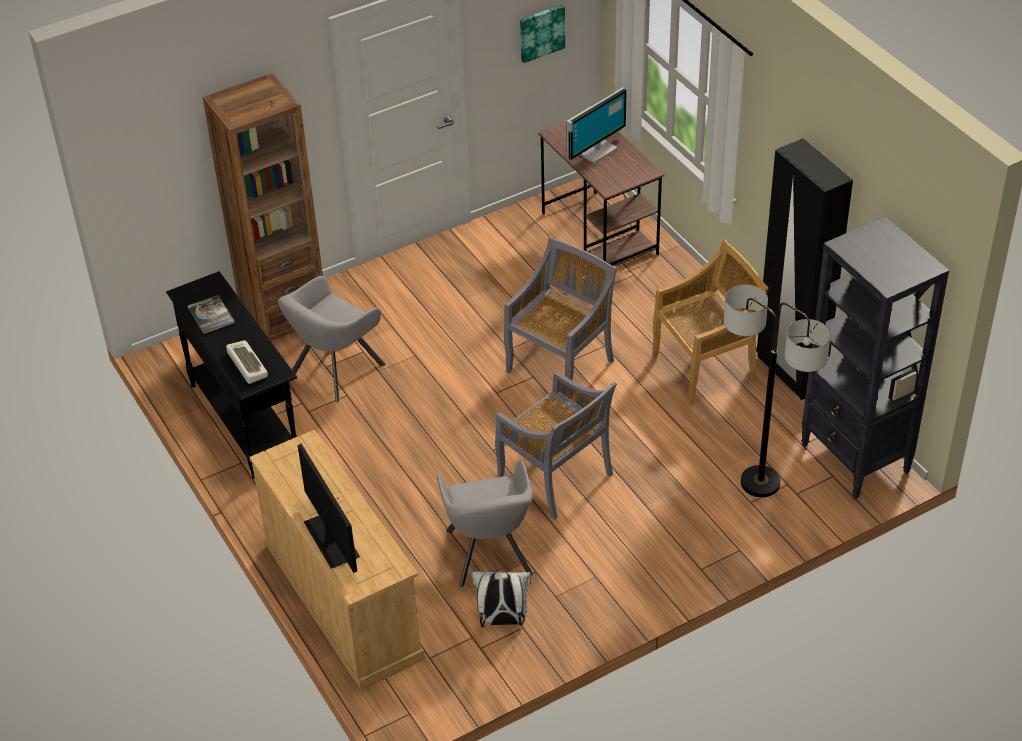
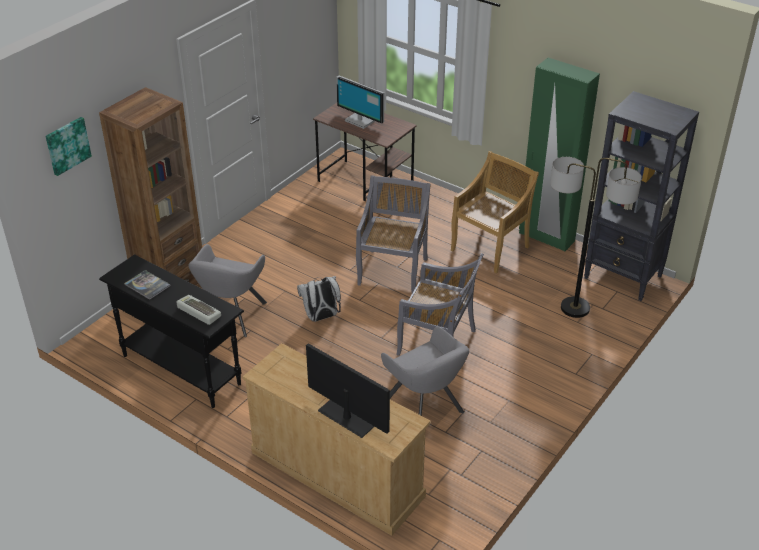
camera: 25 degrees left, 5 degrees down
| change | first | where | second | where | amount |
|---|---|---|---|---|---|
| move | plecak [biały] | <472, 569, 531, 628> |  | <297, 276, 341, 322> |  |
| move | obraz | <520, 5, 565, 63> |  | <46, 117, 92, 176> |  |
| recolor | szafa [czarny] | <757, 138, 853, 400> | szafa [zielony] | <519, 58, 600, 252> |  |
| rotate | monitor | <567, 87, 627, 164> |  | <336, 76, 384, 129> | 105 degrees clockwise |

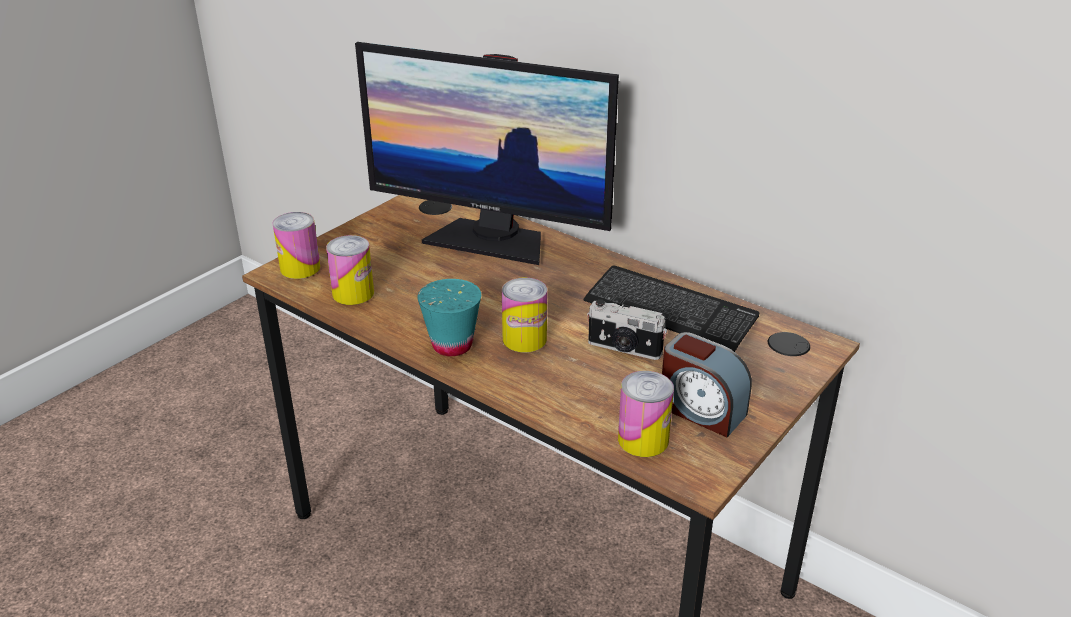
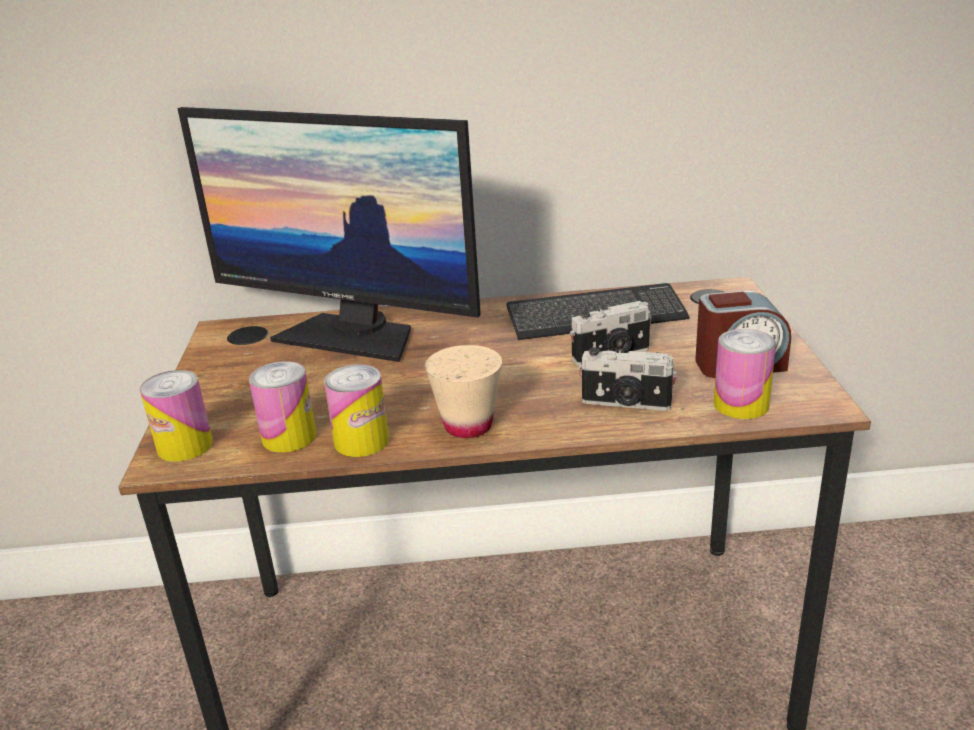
camera: 40 degrees left, 5 degrees down
| change | first | where | second | where | amount |
|---|---|---|---|---|---|
| insert |  |  | aparat fotograficzny | <579, 347, 677, 411> |  |
| move | puszka | <502, 278, 547, 352> |  | <324, 364, 389, 457> |  |
| recolor | filiżanka [turkusowy] | <417, 279, 481, 356> | filiżanka [beżowy] | <425, 345, 502, 438> |  |
| rotate | monitor | <355, 42, 619, 265> |  | <177, 107, 480, 362> | 45 degrees clockwise |

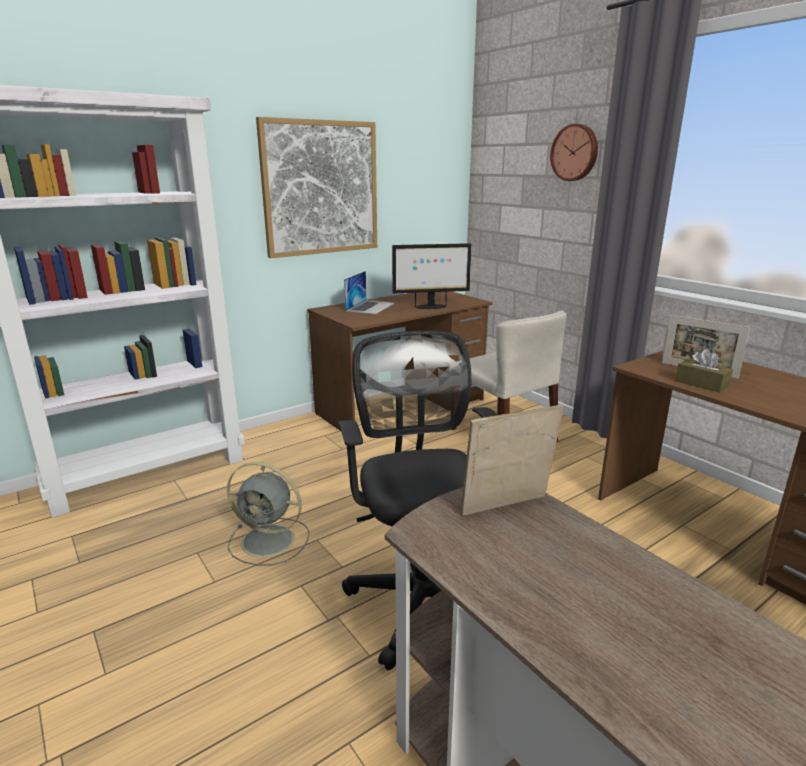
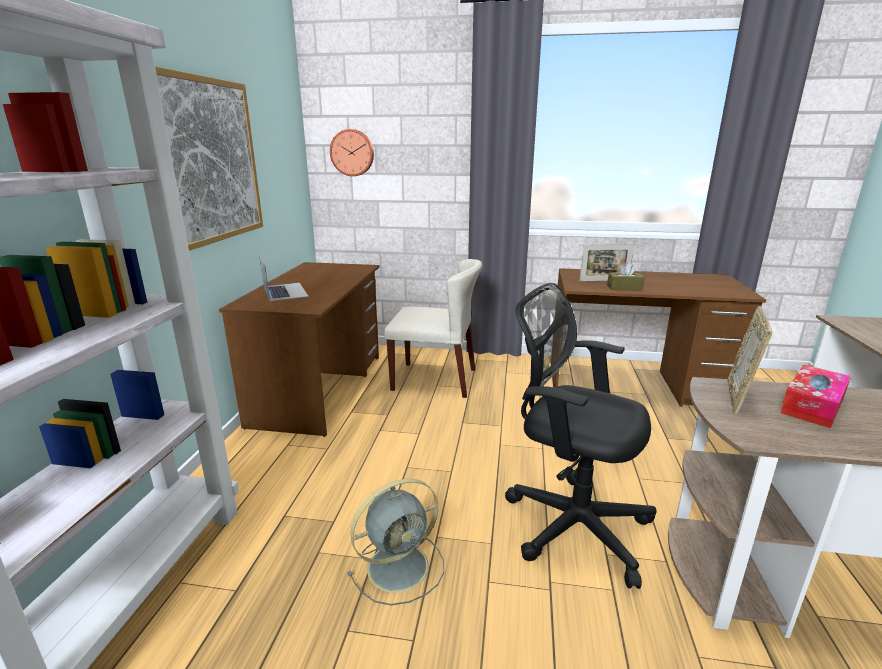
camera: 45 degrees left, 0 degrees up
| change | first | where | second | where | amount |
|---|---|---|---|---|---|
| delete | monitor | <392, 243, 472, 309> |  |  |  |
| insert |  |  | pudełko chusteczek | <780, 365, 851, 428> |  |
| move | zegar ścienny | <550, 124, 598, 181> |  | <330, 129, 374, 176> |  |

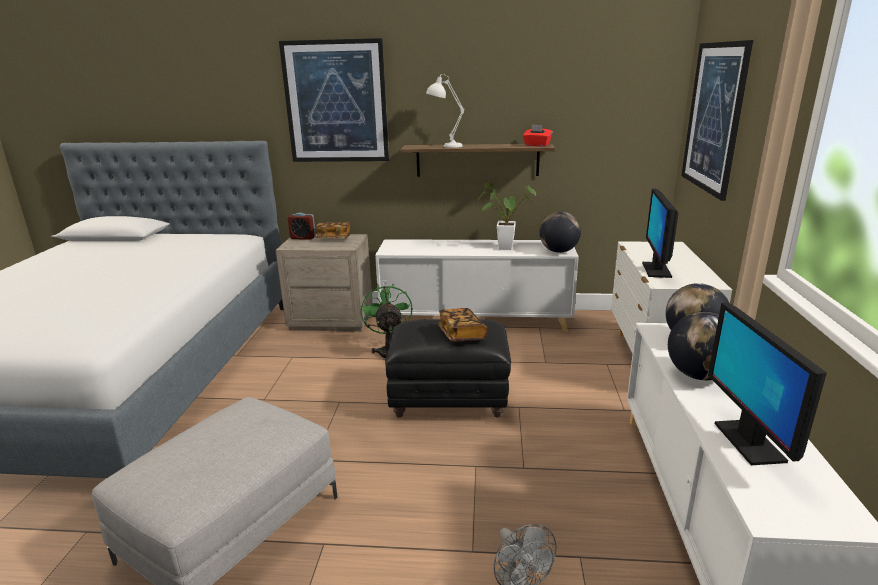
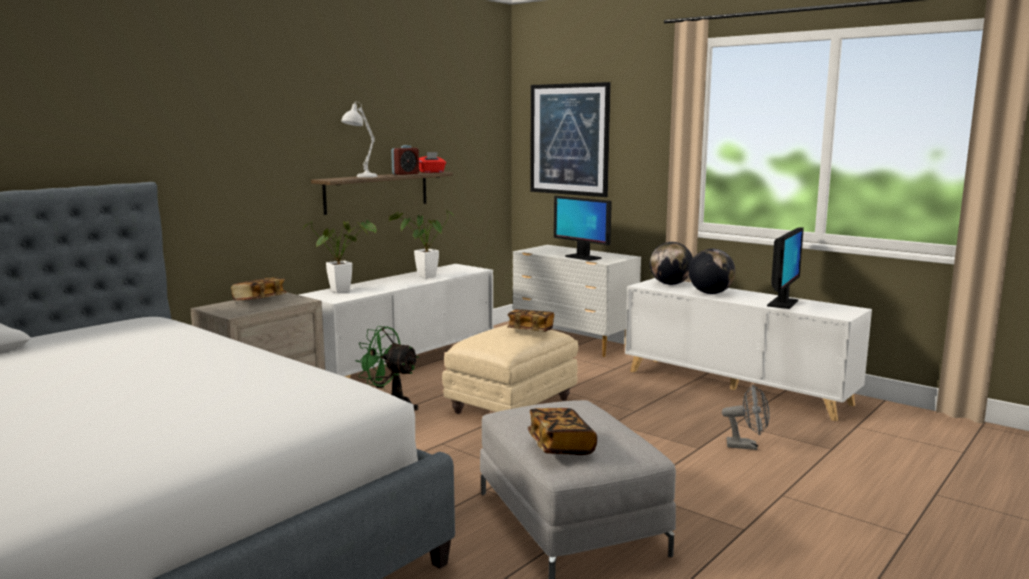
camera: 55 degrees left, 10 degrees down
| change | first | where | second | where | amount |
|---|---|---|---|---|---|
| delete | obraz | <279, 38, 389, 162> |  |  |  |
| delete | globus | <539, 211, 581, 253> |  |  |  |
| insert |  |  | roślina doniczkowa | <302, 220, 377, 293> |  |
| insert |  |  | książka | <528, 408, 597, 455> |  |
| move | budzik | <288, 213, 316, 240> |  | <391, 145, 419, 175> |  |
| recolor | pufa [czarny] | <385, 319, 511, 418> | pufa [beżowy] | <442, 324, 578, 414> |  |
| rotate | monitor | <708, 303, 827, 465> |  | <767, 227, 804, 309> | 90 degrees counterclockwise |

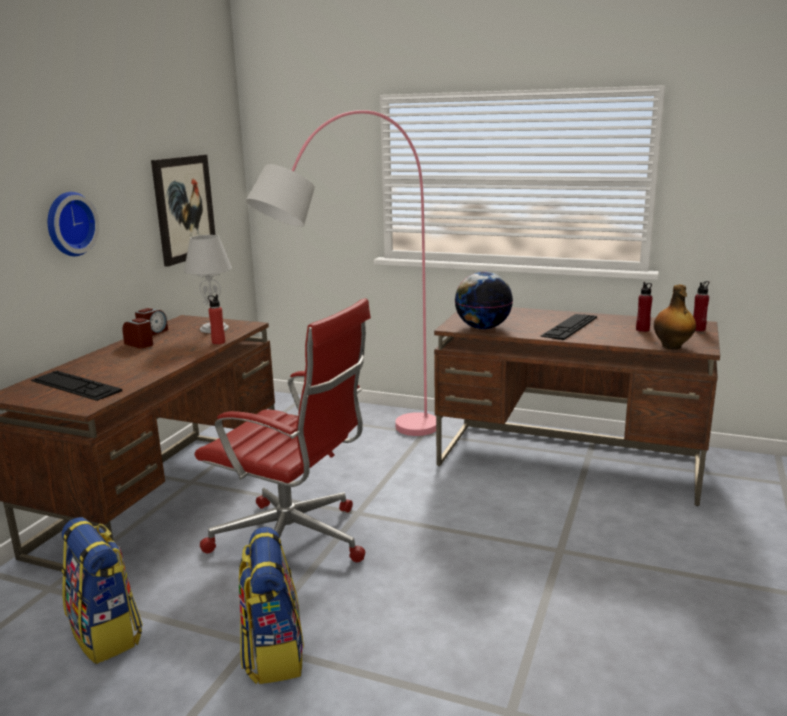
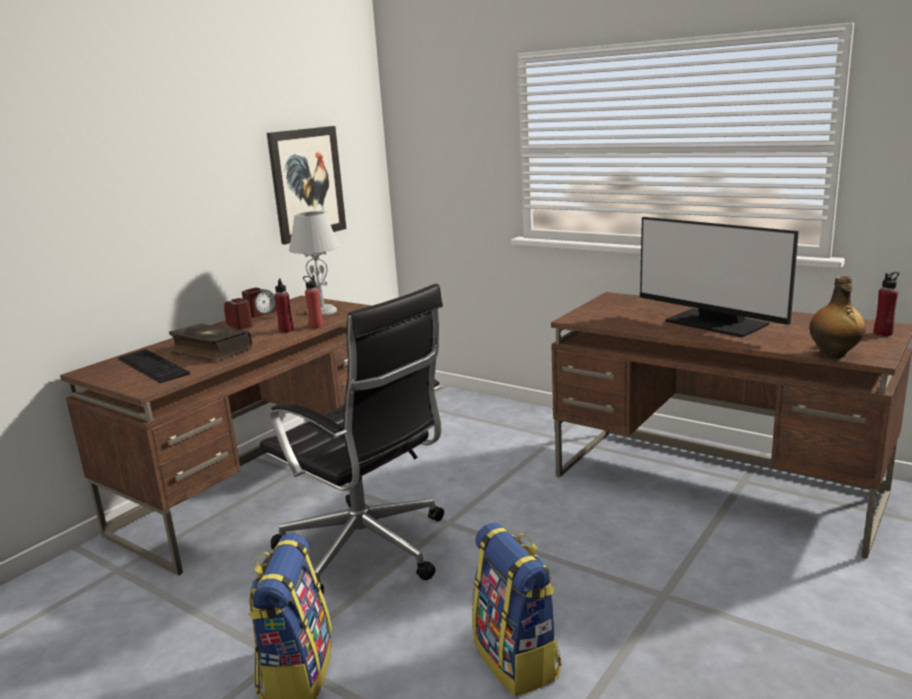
camera: 15 degrees right, 0 degrees up
| change | first | where | second | where | amount |
|---|---|---|---|---|---|
| delete | zegar ścienny | <48, 192, 99, 256> |  |  |  |
| delete | lampa stojąca [różowy] | <246, 110, 436, 436> |  |  |  |
| delete | globus | <455, 272, 513, 329> |  |  |  |
| insert |  |  | książka | <169, 323, 252, 361> |  |
| move | plecak | <61, 517, 143, 664> |  | <472, 523, 562, 696> |  |
| move | butelka [czerwony] | <636, 282, 653, 332> |  | <274, 278, 294, 333> |  |
| replace | klawiatura | <540, 314, 597, 340> | monitor | <640, 217, 799, 338> |  |
| recolor | krzesło biurowe [czerwony] | <195, 298, 371, 562> | krzesło biurowe [czarny] | <260, 284, 444, 595> |  |

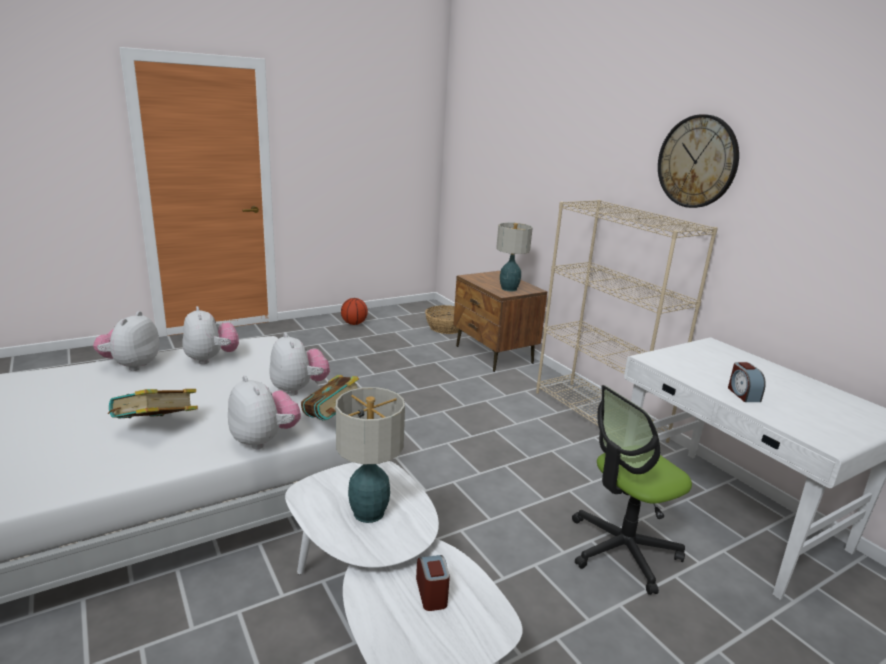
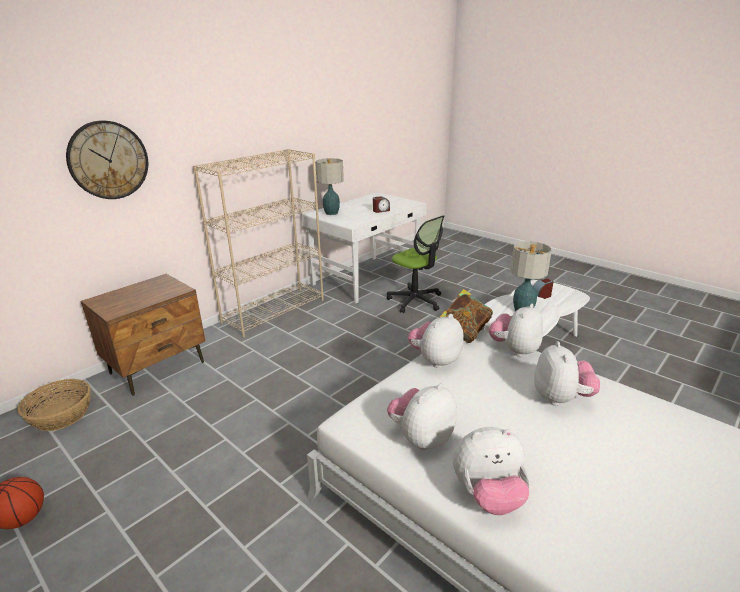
camera: 105 degrees left, 5 degrees up
| change | first | where | second | where | amount |
|---|---|---|---|---|---|
| move | lampa stołowa | <496, 222, 533, 291> |  | <315, 158, 344, 215> |  |
| move | zegar ścienny | <658, 114, 739, 208> |  | <66, 120, 148, 199> |  |
| replace | książka | <108, 389, 198, 418> | pluszak | <534, 341, 600, 406> |  |

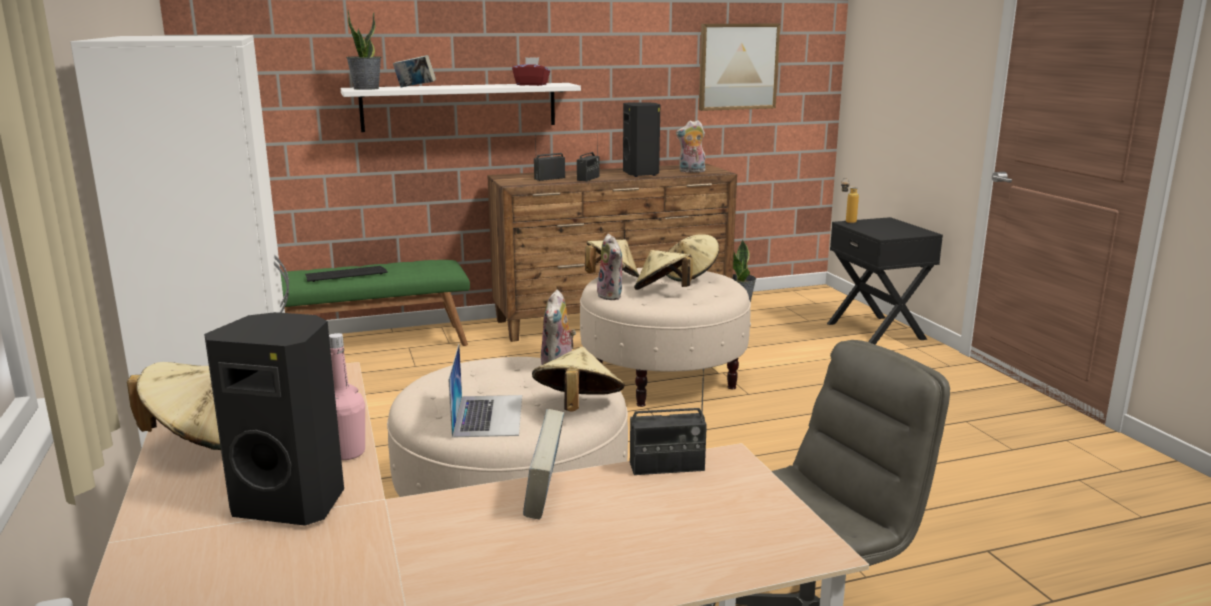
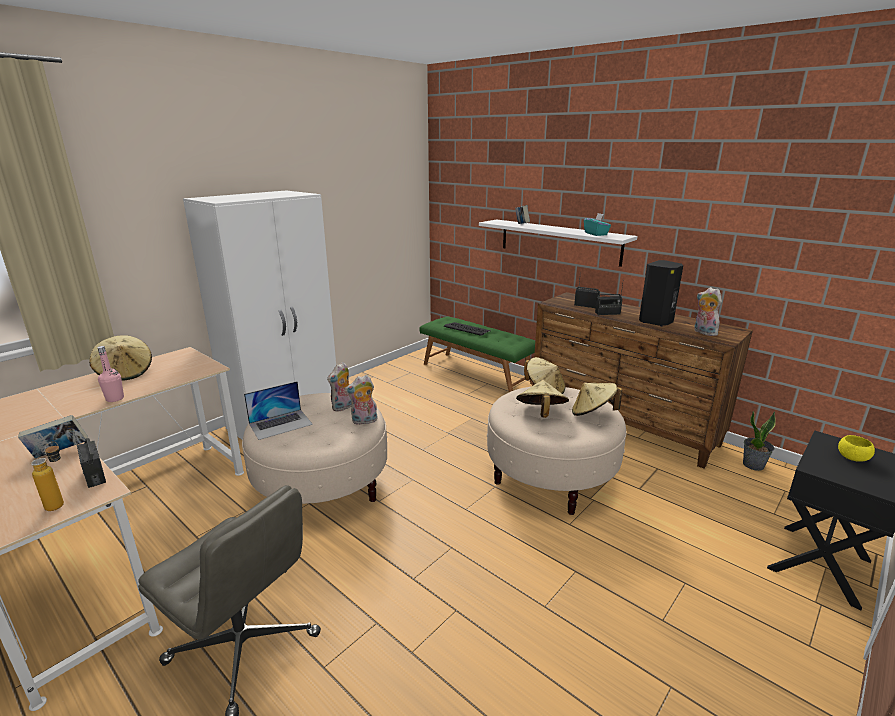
camera: 60 degrees right, 5 degrees up
| change | first | where | second | where | amount |
|---|---|---|---|---|---|
| delete | głośnik [czarny] | <204, 312, 344, 526> |  |  |  |
| delete | roślina doniczkowa | <346, 10, 381, 90> |  |  |  |
| delete | kapelusz [beżowy] | <532, 347, 625, 412> |  |  |  |
| delete | obraz | <699, 24, 780, 111> |  |  |  |
| insert |  |  | miska [żółty] | <838, 435, 875, 462> |  |
| move | pluszak | <597, 234, 625, 300> |  | <327, 362, 352, 411> |  |
| move | butelka | <841, 178, 859, 223> |  | <31, 442, 64, 511> |  |
| recolor | pudełko chusteczek [czerwony] | <512, 57, 550, 86> | pudełko chusteczek [turkusowy] | <584, 213, 611, 236> |  |

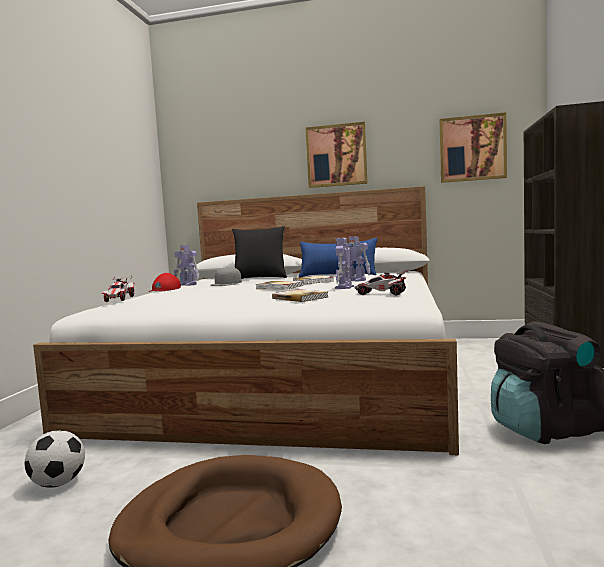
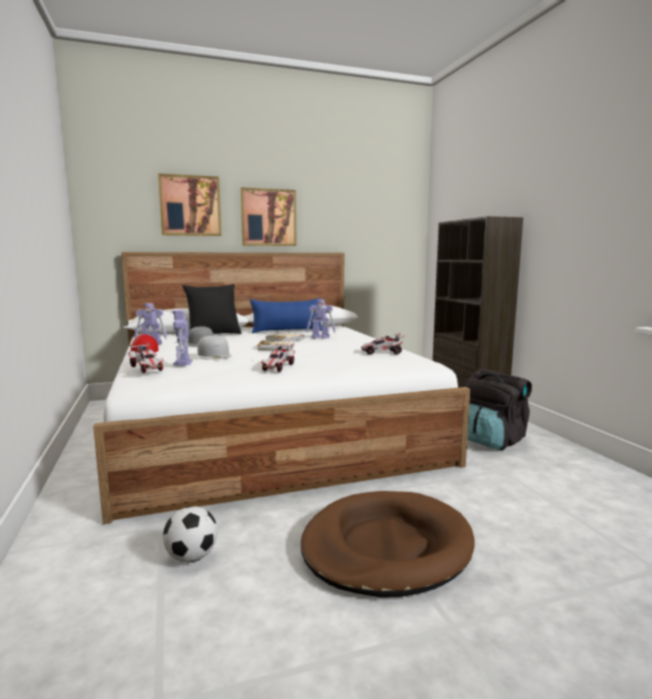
camera: 30 degrees left, 5 degrees up
| change | first | where | second | where | amount |
|---|---|---|---|---|---|
| delete | książka | <272, 289, 328, 302> |  |  |  |
| insert |  |  | czapka z daszkiem [biały] | <198, 335, 231, 360> |  |
| insert |  |  | samochodzik | <261, 342, 295, 372> |  |
| move | robot zabawkowy | <335, 238, 354, 289> |  | <173, 310, 193, 366> |  |
| move | obraz | <440, 112, 507, 183> |  | <158, 173, 221, 236> |  |

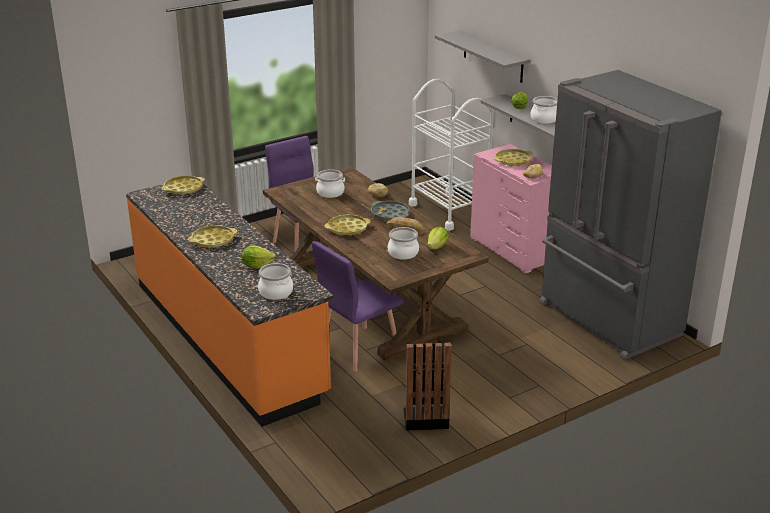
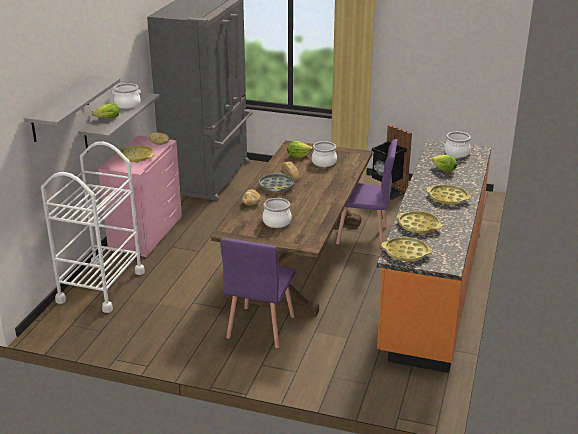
camera: 130 degrees left, 0 degrees up
| change | first | where | second | where | amount |
|---|---|---|---|---|---|
| move | taca [żółty] | <324, 215, 370, 236> |  | <397, 211, 442, 234> |  |

